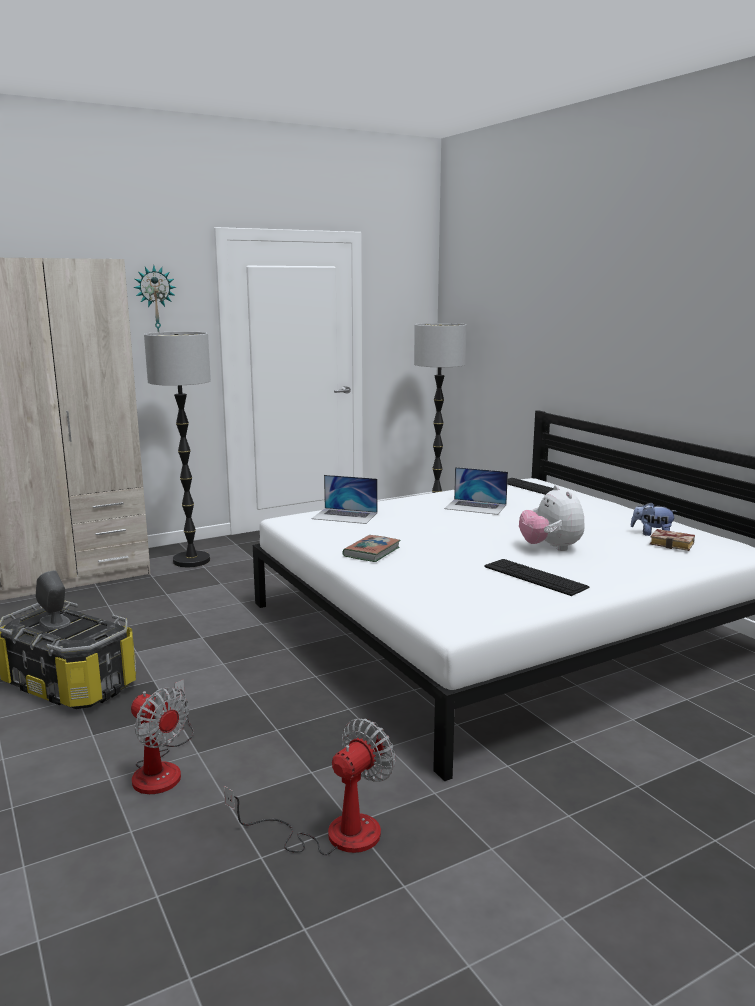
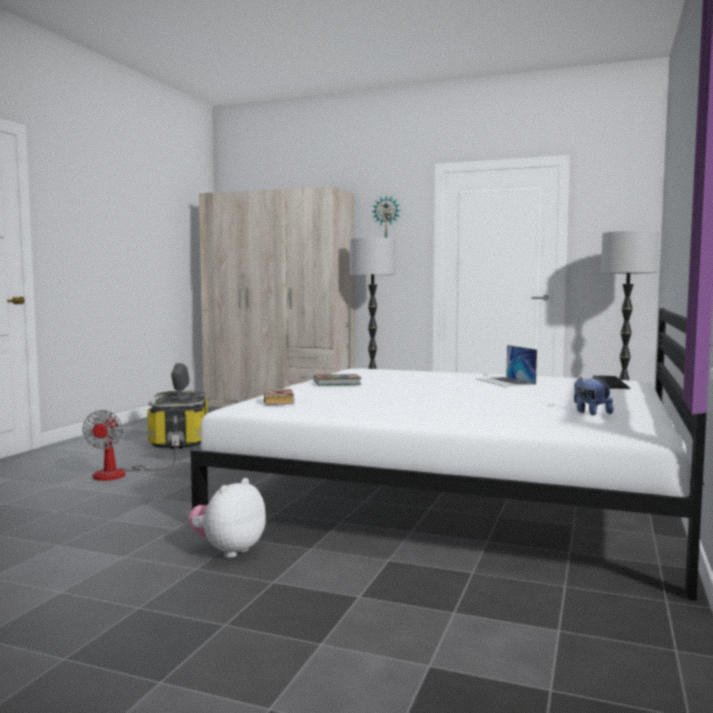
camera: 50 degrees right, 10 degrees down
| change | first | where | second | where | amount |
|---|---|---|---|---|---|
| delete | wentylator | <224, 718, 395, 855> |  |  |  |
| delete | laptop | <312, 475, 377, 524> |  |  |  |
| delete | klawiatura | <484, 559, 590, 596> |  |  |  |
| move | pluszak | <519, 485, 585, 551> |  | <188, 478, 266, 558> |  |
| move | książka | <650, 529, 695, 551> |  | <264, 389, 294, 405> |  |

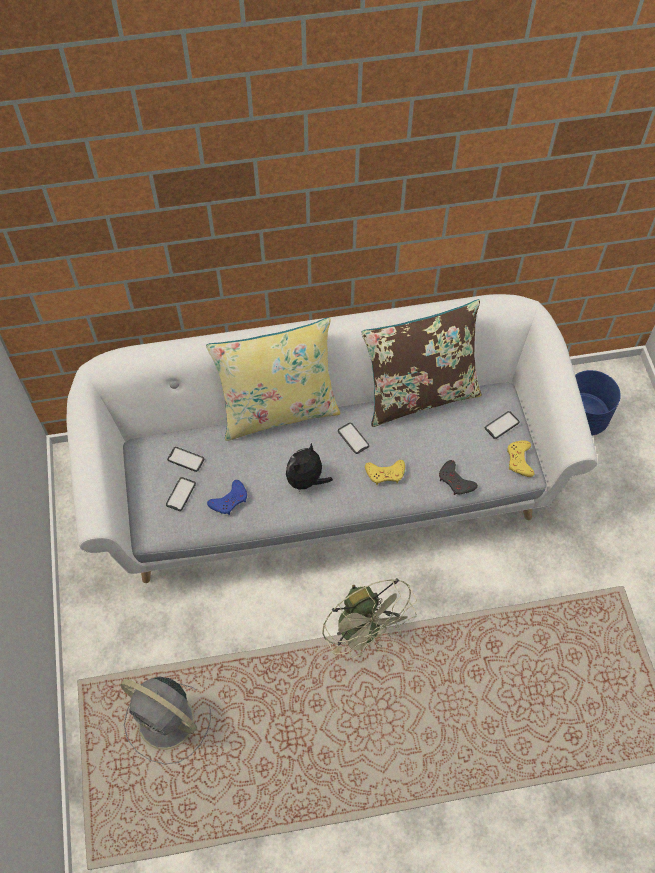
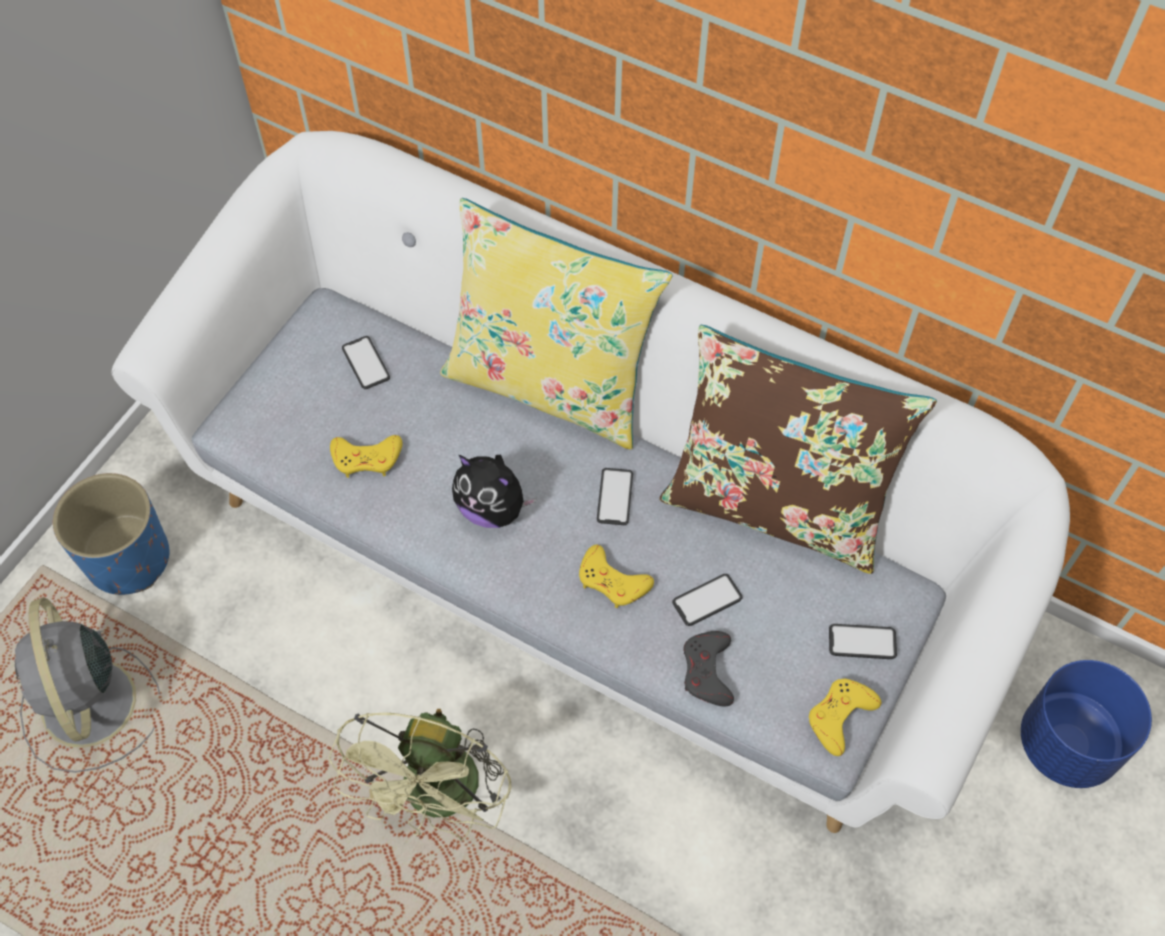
camera: 40 degrees right, 0 degrees up
| change | first | where | second | where | amount |
|---|---|---|---|---|---|
| insert |  |  | donica [niebieski] | <53, 473, 169, 595> |  |
| move | telefon | <166, 477, 196, 511> |  | <672, 574, 743, 626> |  |
| recolor | pad do gier [niebieski] | <207, 480, 247, 515> | pad do gier [żółty] | <330, 435, 402, 478> |  |
| rotate | pluszak | <286, 443, 333, 492> |  | <452, 454, 537, 528> | 135 degrees counterclockwise |

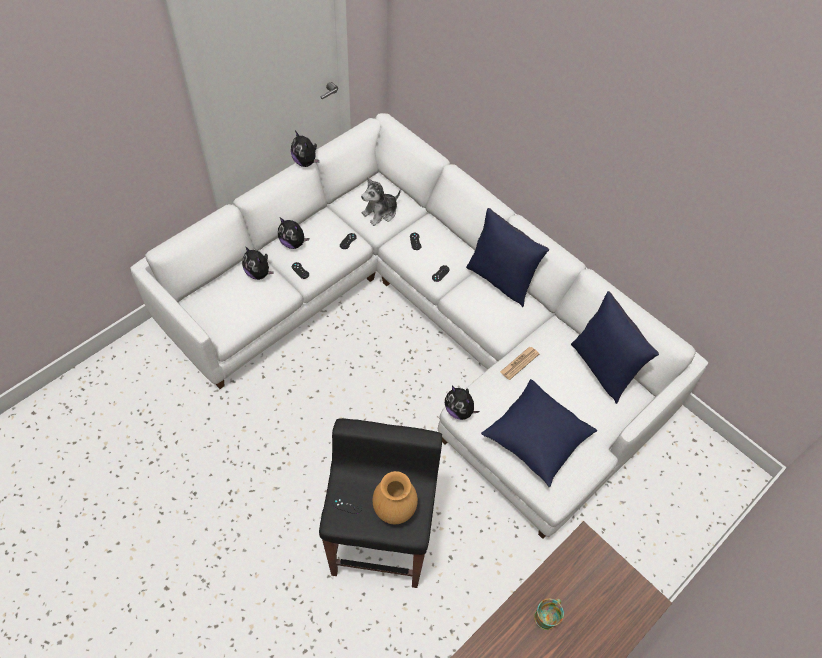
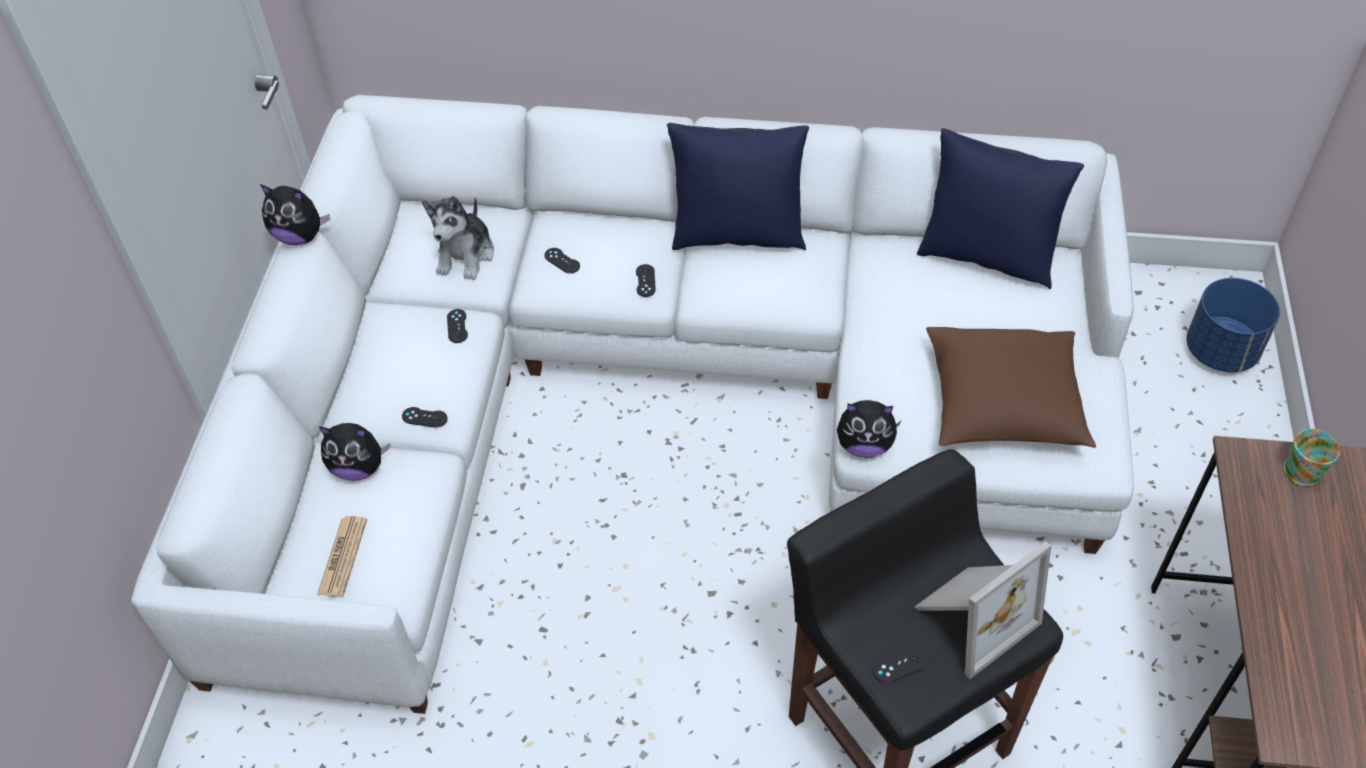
camera: 35 degrees left, 5 degrees down
| change | first | where | second | where | amount |
|---|---|---|---|---|---|
| delete | pluszak | <278, 218, 309, 249> |  |  |  |
| insert |  |  | donica [niebieski] | <1186, 278, 1280, 372> |  |
| move | gazeta | <500, 347, 539, 380> |  | <317, 516, 367, 597> |  |
| move | kubek | <534, 599, 564, 630> |  | <1283, 429, 1340, 486> |  |
| replace | wazon [brązowy] | <372, 471, 418, 524> | ramka na zdjęcie | <915, 541, 1051, 679> |  |
| recolor | poduszka [niebieski] | <481, 379, 597, 487> | poduszka [brązowy] | <926, 327, 1096, 448> |  |

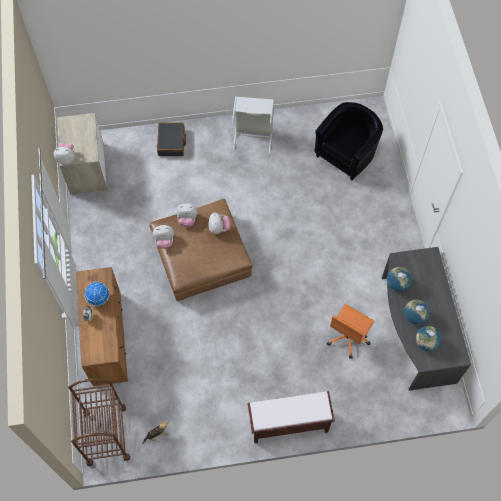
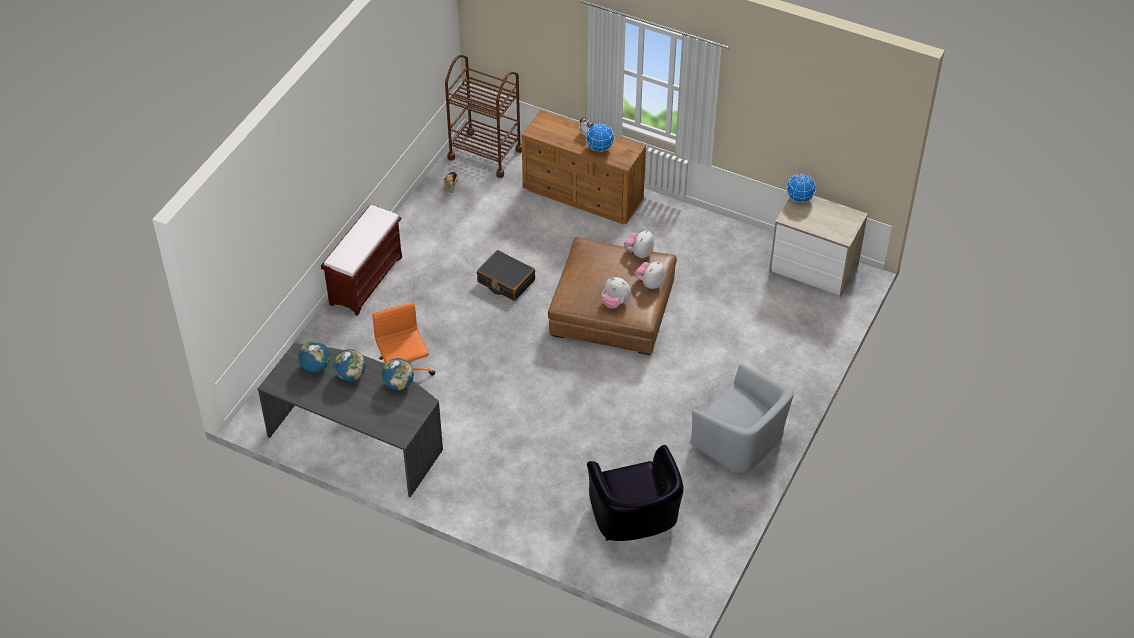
camera: 125 degrees right, 15 degrees down
| change | first | where | second | where | amount |
|---|---|---|---|---|---|
| move | walizka [czarny] | <157, 122, 186, 156> |  | <477, 250, 535, 301> |  |
| replace | pluszak | <53, 143, 75, 165> | globus | <787, 174, 816, 203> |  |
| replace | kosz na pranie [szary] | <232, 96, 274, 155> | fotel [szary] | <690, 363, 794, 473> |  |

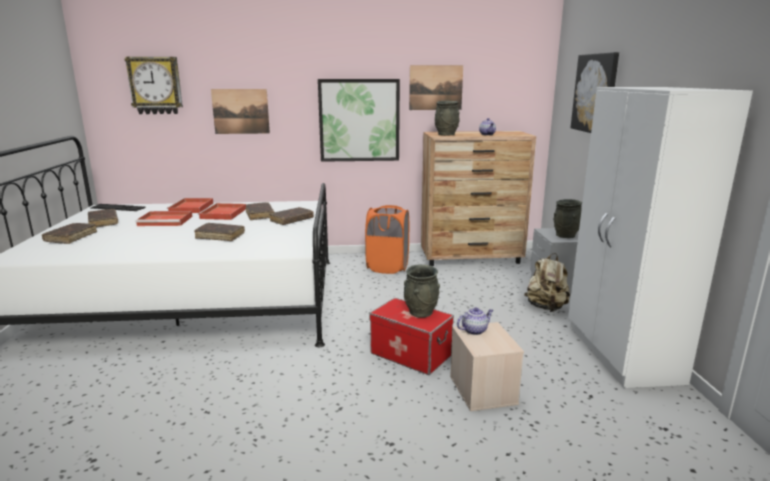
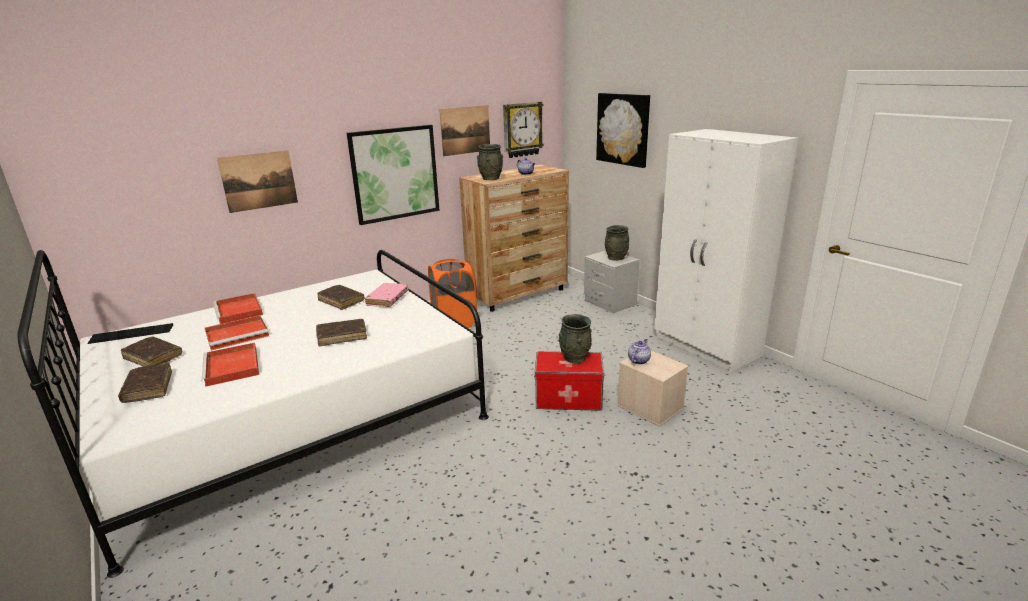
camera: 30 degrees left, 5 degrees up
| change | first | where | second | where | amount |
|---|---|---|---|---|---|
| delete | plecak [beżowy] | <524, 253, 570, 312> |  |  |  |
| move | zegar ścienny | <124, 57, 183, 114> |  | <503, 102, 544, 158> |  |
| move | taca [czerwony] | <198, 203, 246, 220> |  | <202, 343, 259, 387> |  |
| recolor | książka [brązowy] | <269, 207, 314, 225> | książka [różowy] | <365, 283, 408, 307> |  |

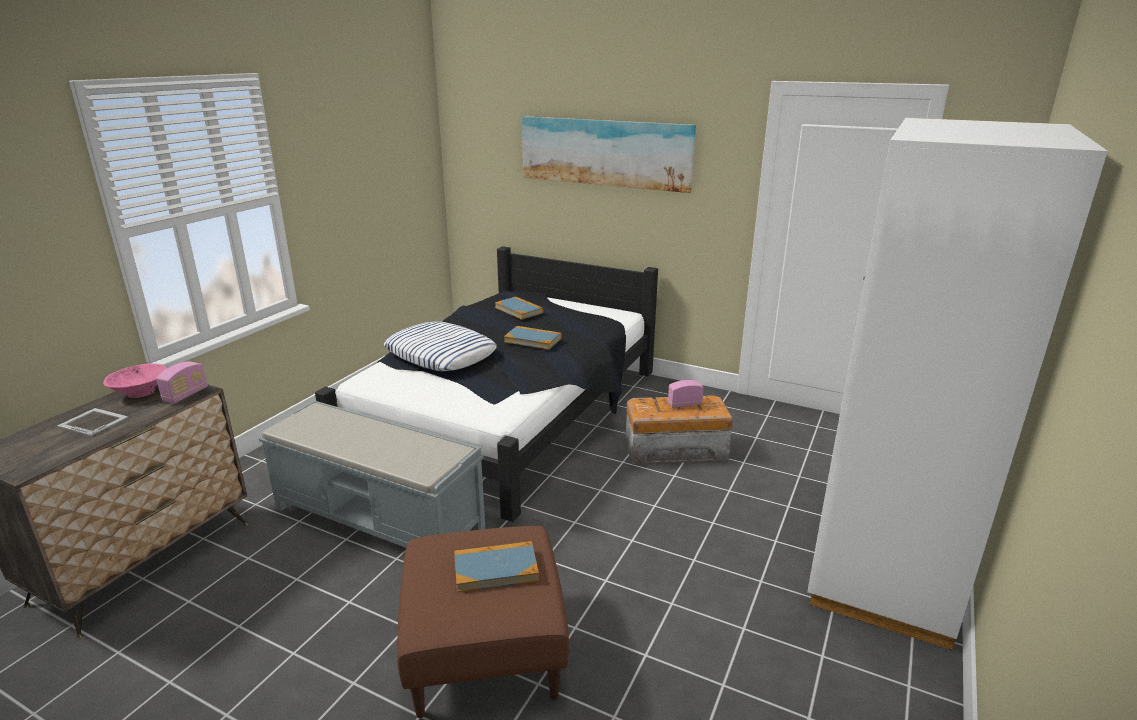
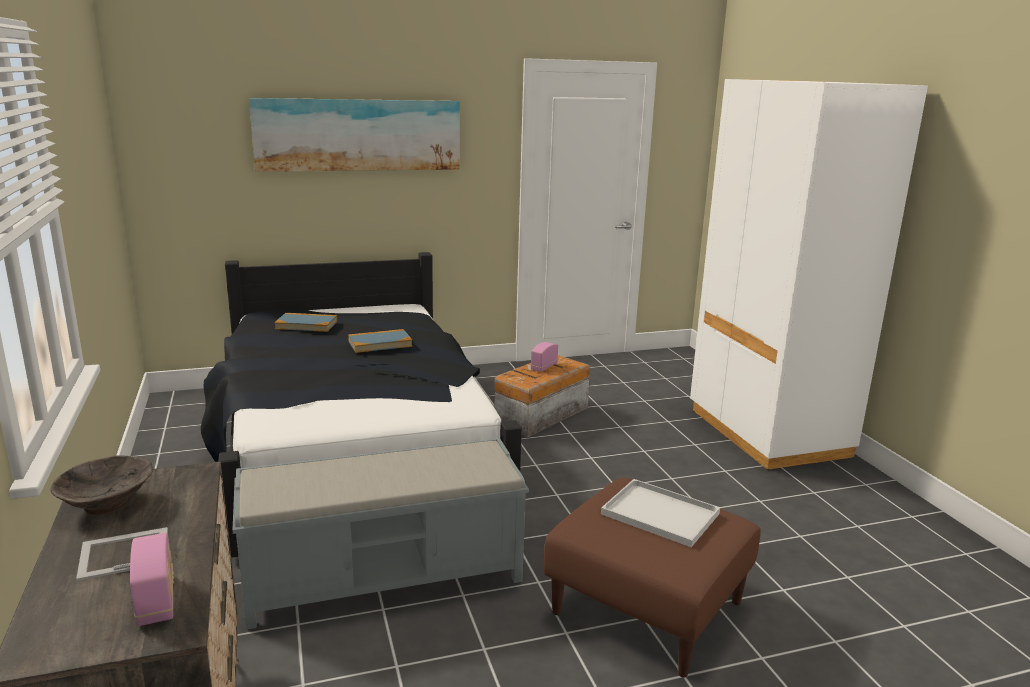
camera: 45 degrees left, 5 degrees down
| change | first | where | second | where | amount |
|---|---|---|---|---|---|
| delete | poduszka | <384, 322, 497, 371> |  |  |  |
| move | radio | <156, 362, 208, 404> |  | <130, 533, 174, 626> |  |
| replace | książka | <454, 541, 539, 592> | taca [biały] | <601, 479, 720, 547> |  |
| recolor | miska [różowy] | <103, 364, 167, 398> | miska [brązowy] | <51, 455, 153, 515> |  |

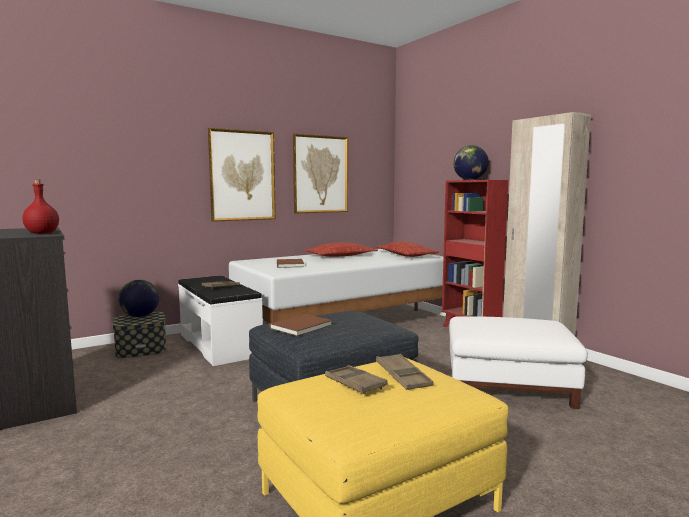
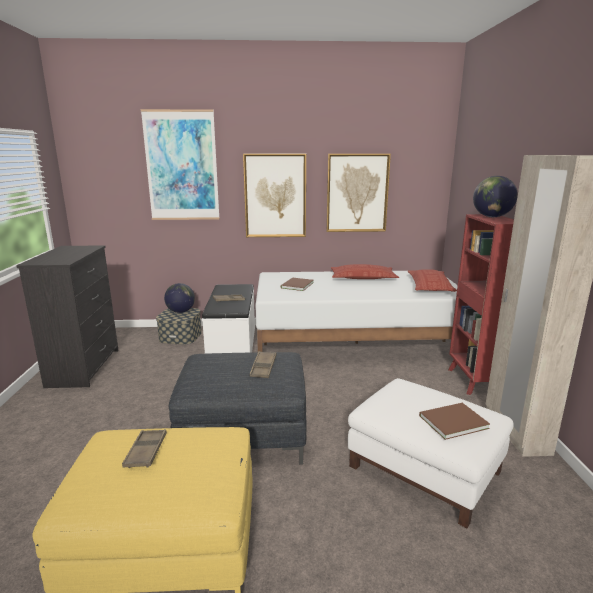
camera: 30 degrees right, 10 degrees up
| change | first | where | second | where | amount |
|---|---|---|---|---|---|
| delete | butelka [czerwony] | <22, 180, 59, 234> |  |  |  |
| insert |  |  | obraz | <141, 109, 220, 220> |  |
| move | książka [brązowy] | <269, 314, 332, 336> |  | <419, 403, 490, 440> |  |
| move | taca [brązowy] | <376, 354, 433, 390> |  | <249, 351, 276, 378> |  |

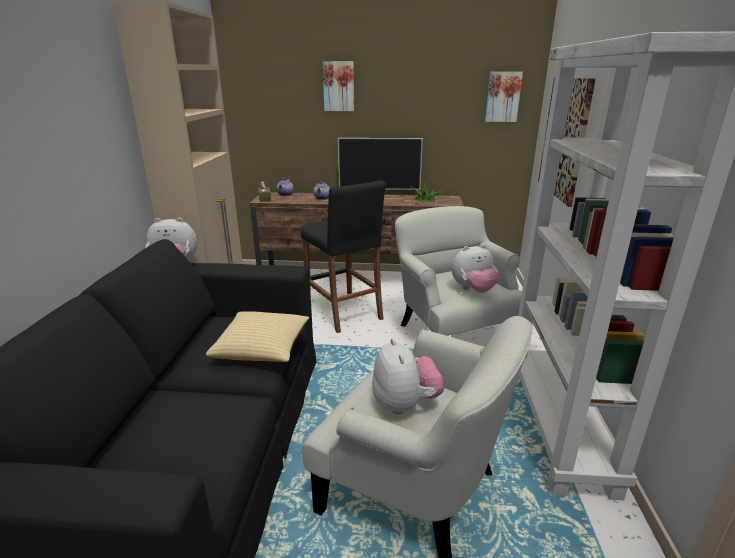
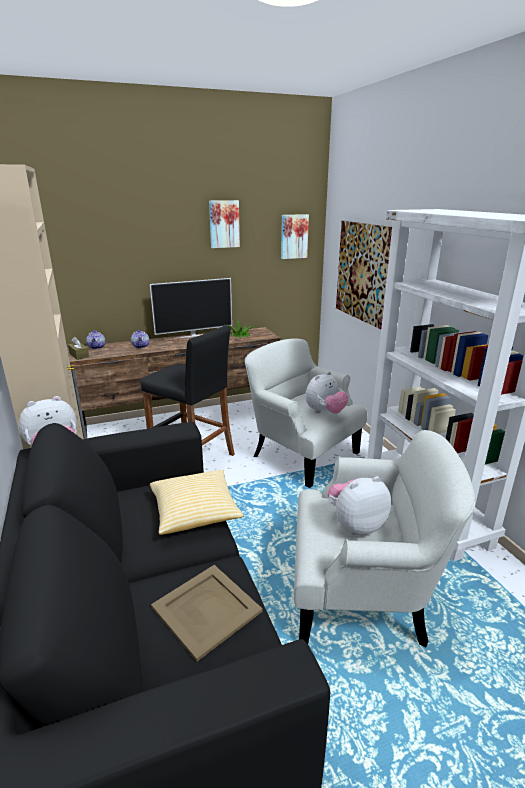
camera: 25 degrees left, 0 degrees up
| change | first | where | second | where | amount |
|---|---|---|---|---|---|
| insert |  |  | taca [beżowy] | <151, 565, 263, 662> |  |
| move | obraz | <323, 61, 354, 111> |  | <209, 200, 240, 248> |  |
| rotate | pluszak | <372, 338, 444, 415> |  | <328, 476, 391, 535> | 75 degrees counterclockwise |

